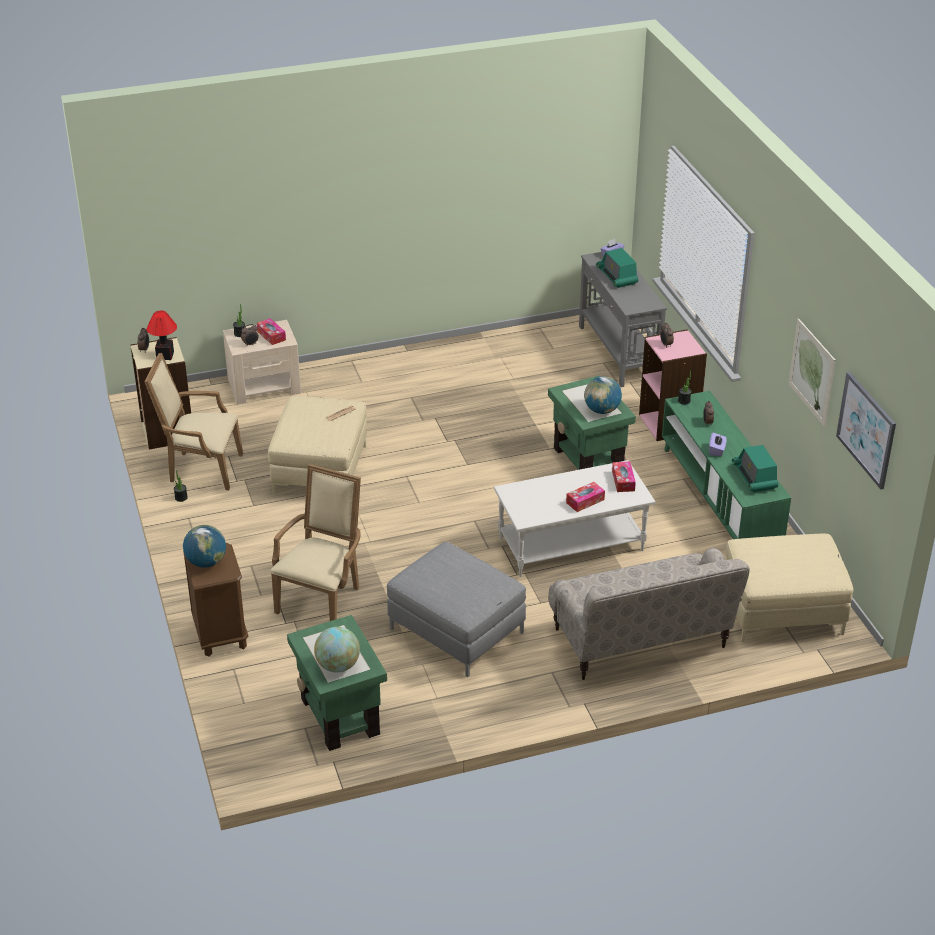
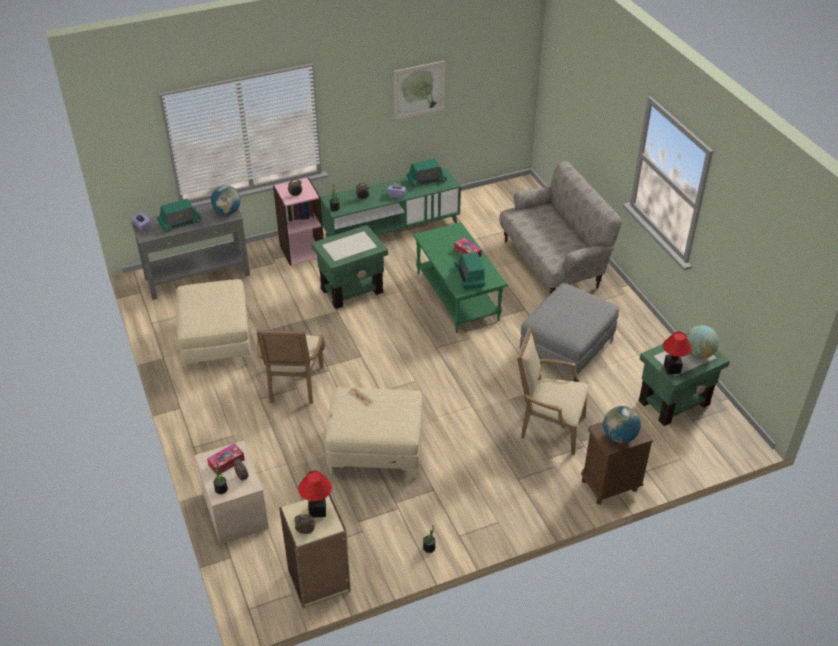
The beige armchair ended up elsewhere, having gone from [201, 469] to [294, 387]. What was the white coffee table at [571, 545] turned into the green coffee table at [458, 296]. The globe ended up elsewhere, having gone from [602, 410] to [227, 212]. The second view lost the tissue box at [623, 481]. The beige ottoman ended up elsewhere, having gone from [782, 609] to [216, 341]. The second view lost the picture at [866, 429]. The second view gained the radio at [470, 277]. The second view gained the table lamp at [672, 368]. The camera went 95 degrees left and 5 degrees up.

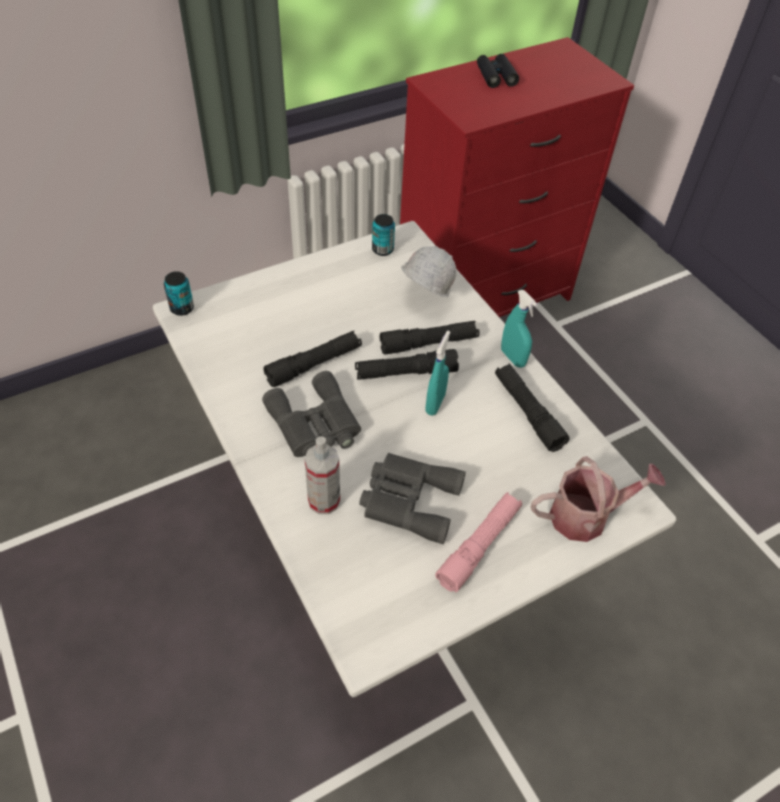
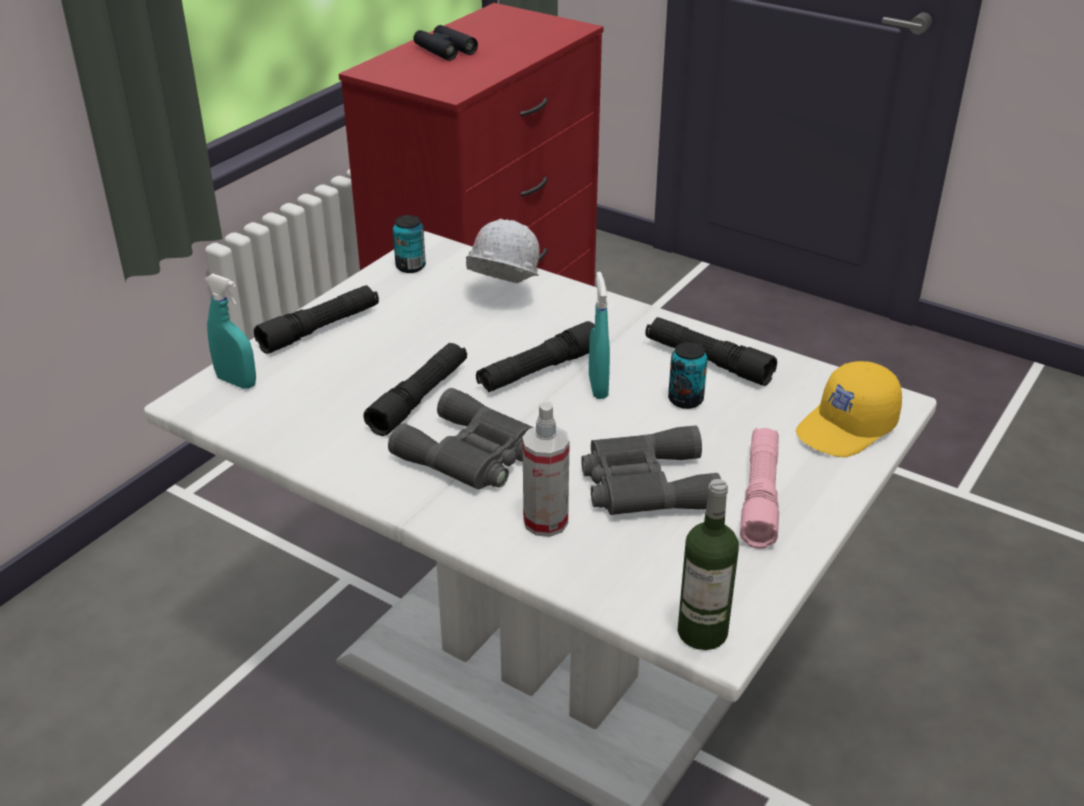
The can ended up elsewhere, having gone from [182, 308] to [685, 400]. The black flashlight ended up elsewhere, having gone from [429, 343] to [320, 329]. The turquoise spray bottle ended up elsewhere, having gone from [513, 358] to [236, 382]. Where the watering can stood at [586, 515], the yellow cap came to stand at [847, 428]. The second view gained the bottle at [702, 632]. The camera went 25 degrees left and 15 degrees down.

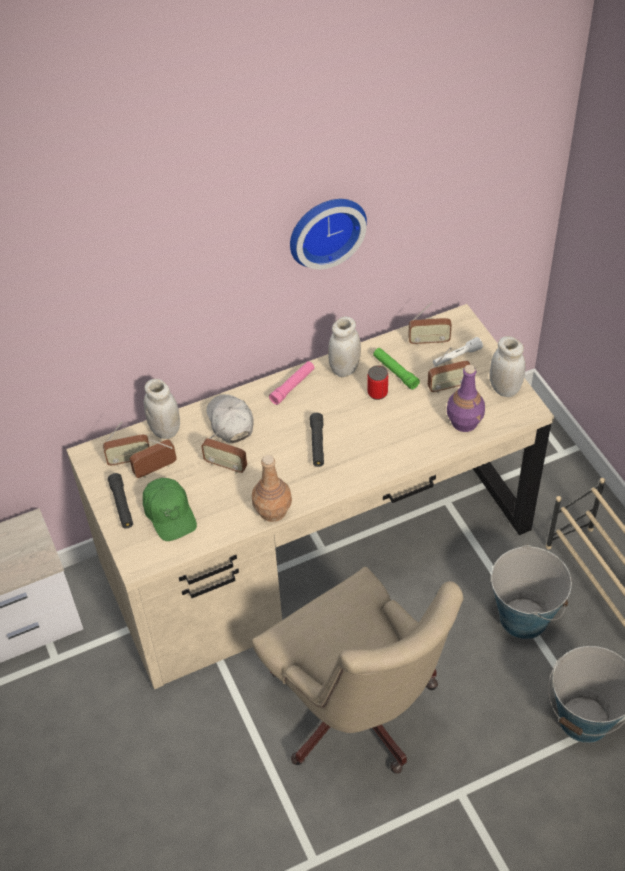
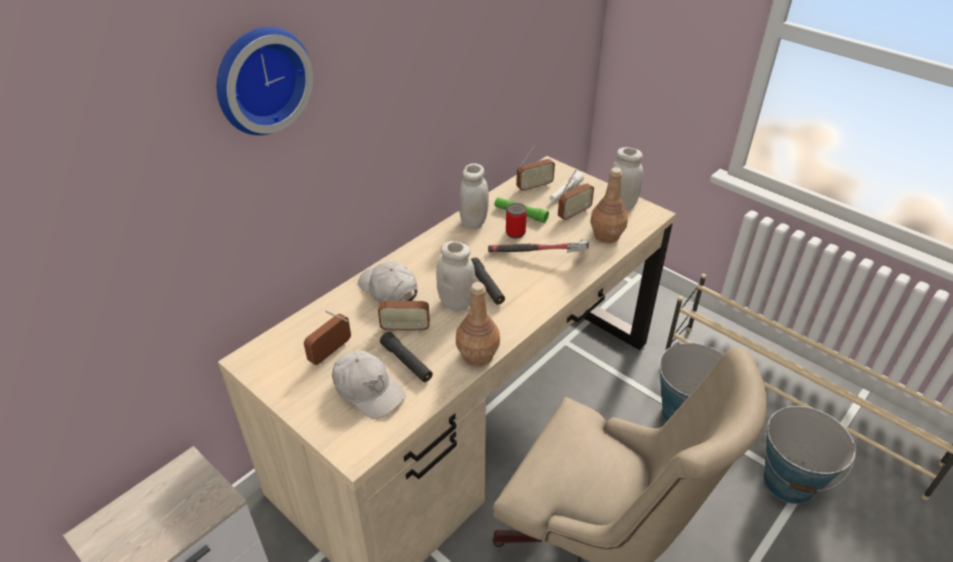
The second view lost the radio at [129, 460]. The black flashlight ended up elsewhere, having gone from [122, 505] to [406, 362]. What was the green cap at [170, 513] turned into the white cap at [368, 390]. The white jar ended up elsewhere, having gone from [165, 430] to [456, 303]. The second view lost the pink flashlight at [292, 386]. The wall clock ended up elsewhere, having gone from [325, 229] to [260, 79]. What was the purple bottle at [464, 421] turned into the brown bottle at [606, 235]. The second view gained the hammer at [541, 257]. The camera went 25 degrees left and 10 degrees down.

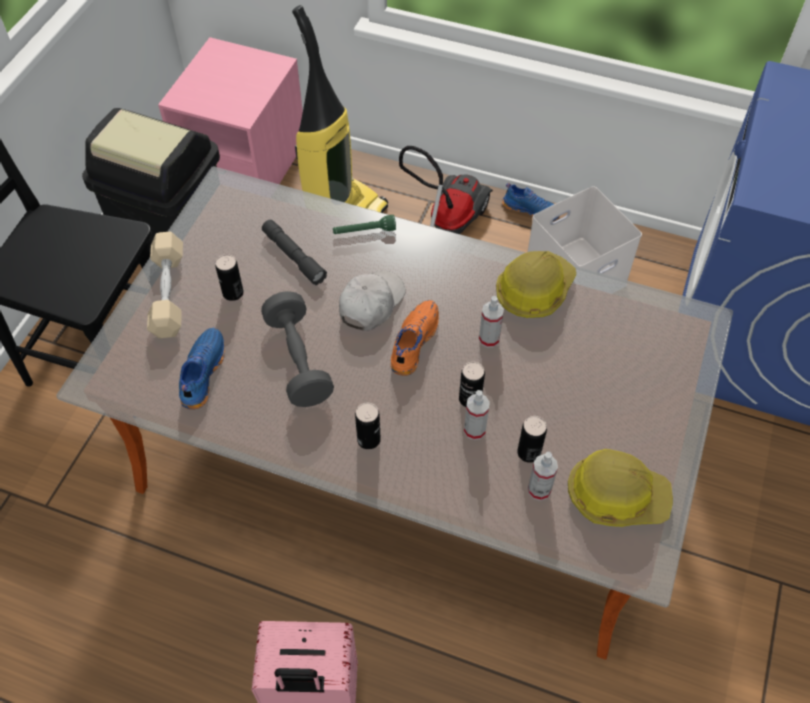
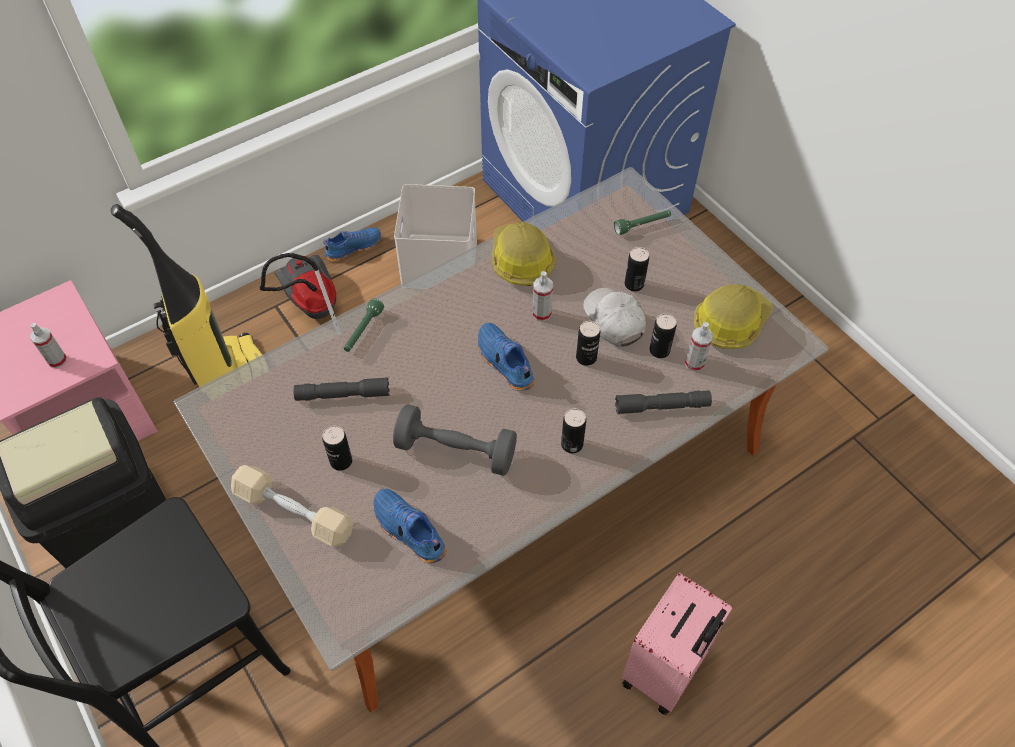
The white cap ended up elsewhere, having gone from [371, 304] to [614, 320]. What was the orange shoe at [412, 342] turned into the blue shoe at [504, 363]. The spray bottle ended up elsewhere, having gone from [474, 430] to [57, 360]. The second view gained the green flashlight at [642, 225]. The second view gained the grey flashlight at [662, 406]. The second view gained the can at [634, 284]. The camera went 55 degrees left and 0 degrees up.

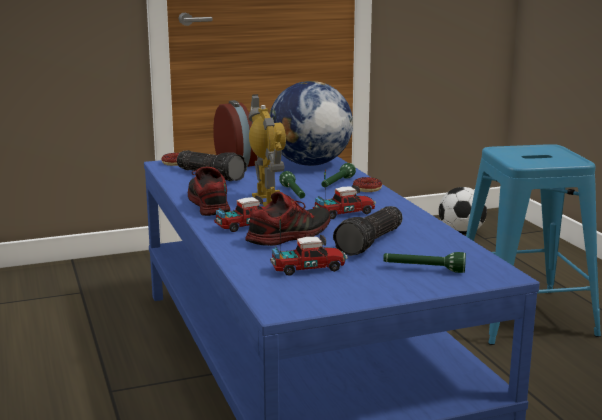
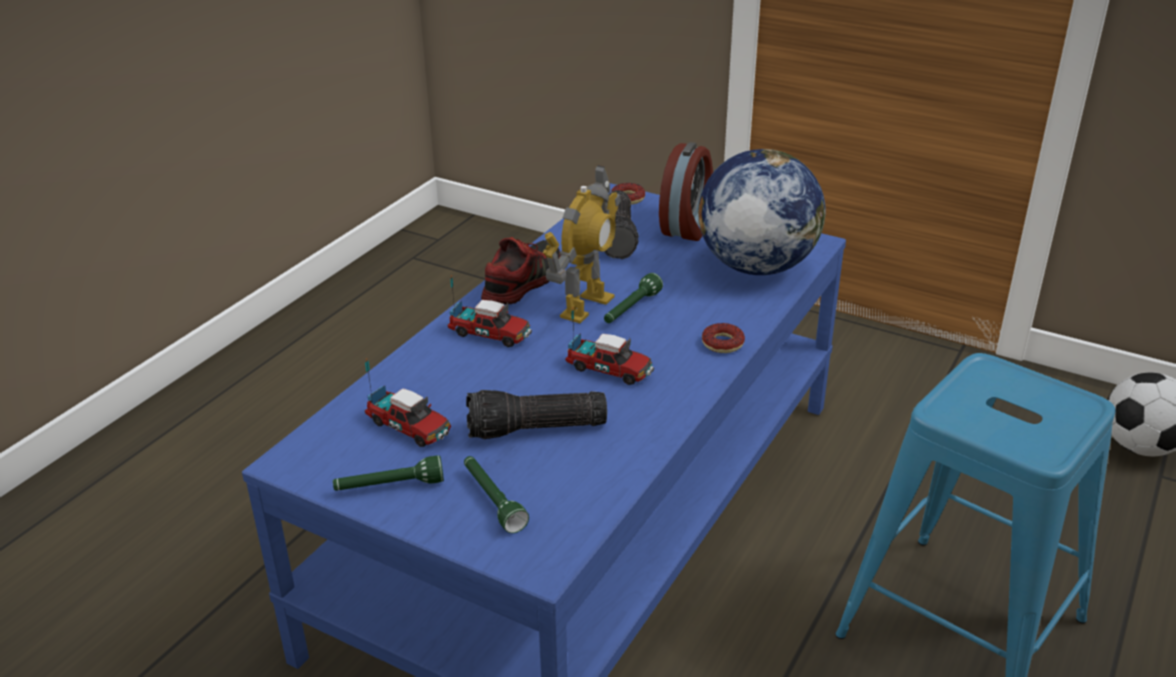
The second view lost the shoe at [289, 236]. The green flashlight ended up elsewhere, having gone from [336, 184] to [389, 487]. The camera went 50 degrees right and 15 degrees up.

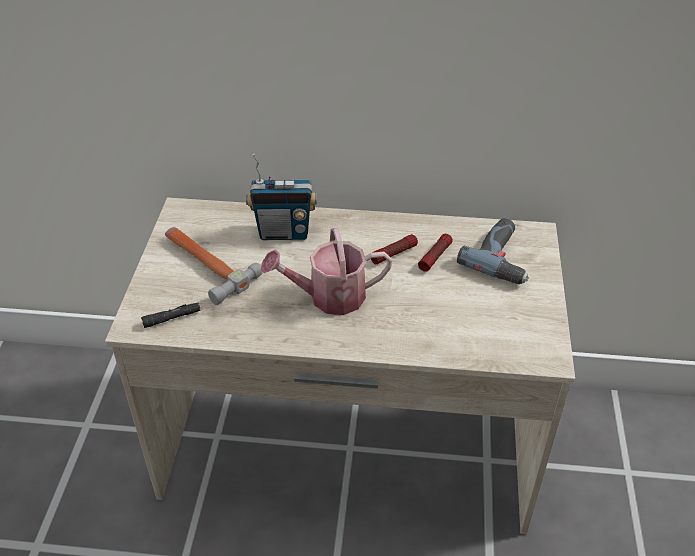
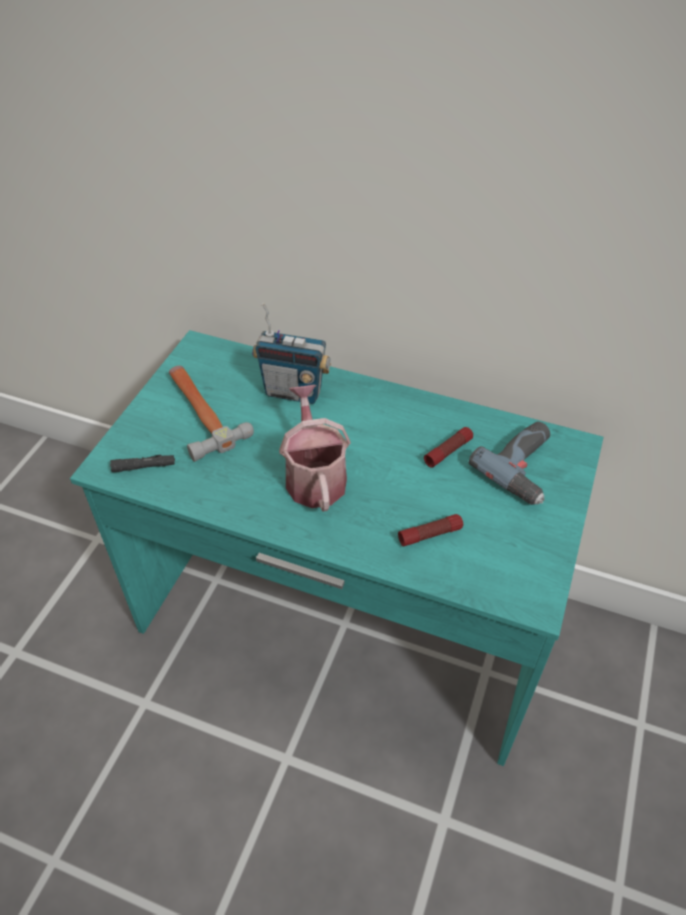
What was the beige desk at [347, 444] turned into the turquoise desk at [343, 619]. The watering can at [329, 297] ended up facing another way, 75 degrees clockwise from before. The flashlight ended up elsewhere, having gone from [394, 254] to [430, 534]. The camera went 15 degrees right and 5 degrees up.

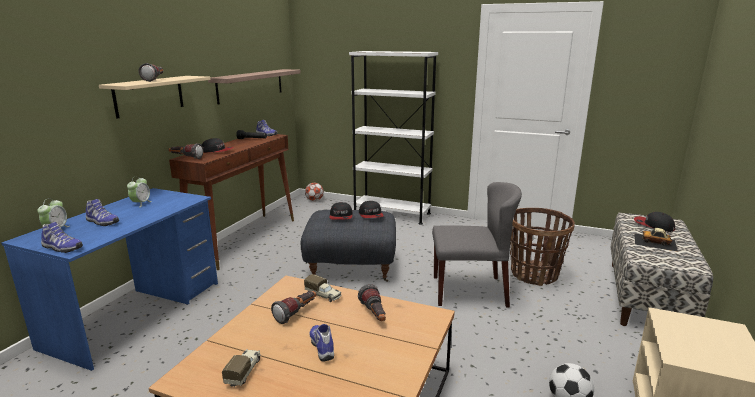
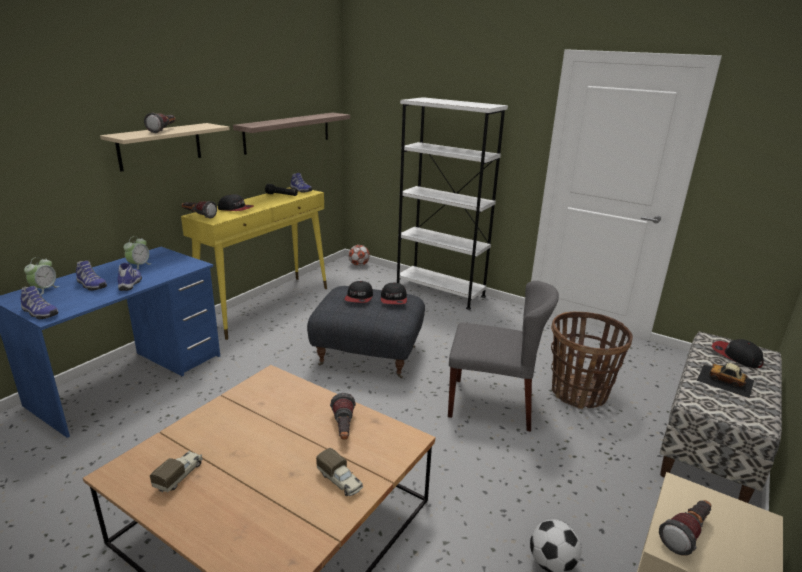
What was the brown console table at [244, 239] turned into the yellow console table at [266, 305]. The flashlight ended up elsewhere, having gone from [297, 313] to [687, 534]. The toy truck ended up elsewhere, having gone from [323, 295] to [340, 481]. The shoe ended up elsewhere, having gone from [323, 347] to [131, 284]. The camera went 10 degrees right and 5 degrees up.

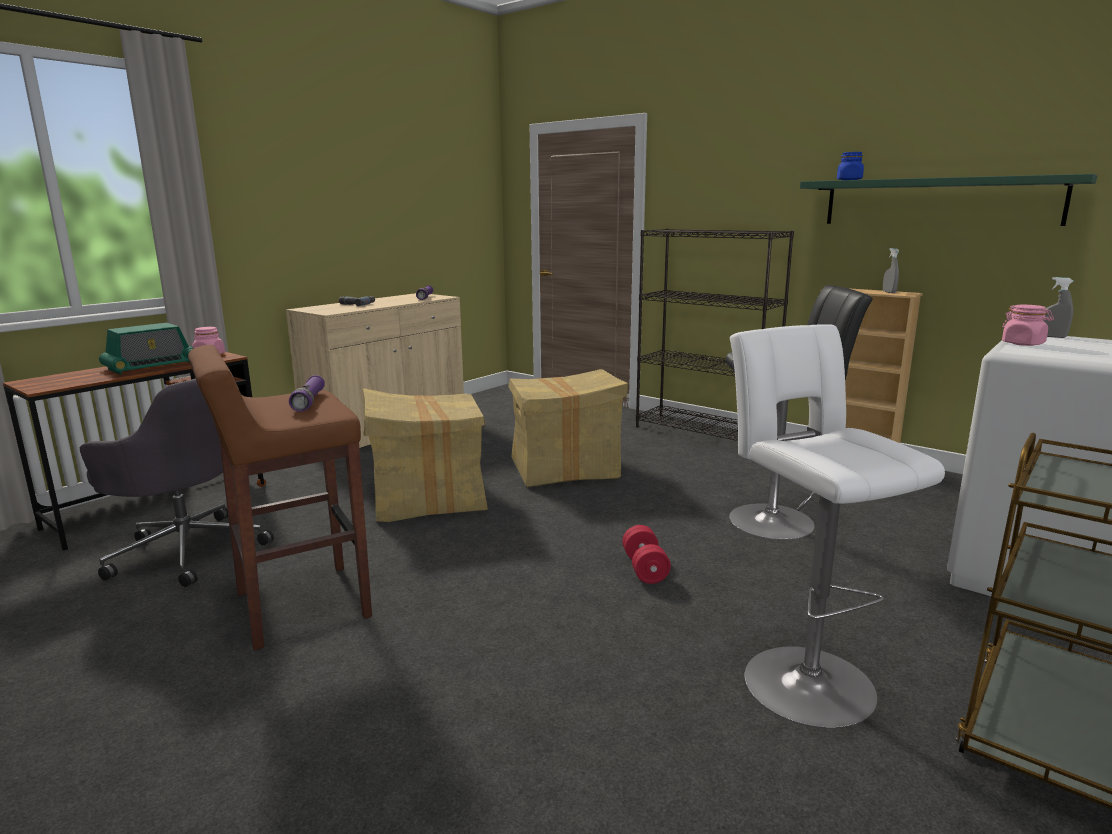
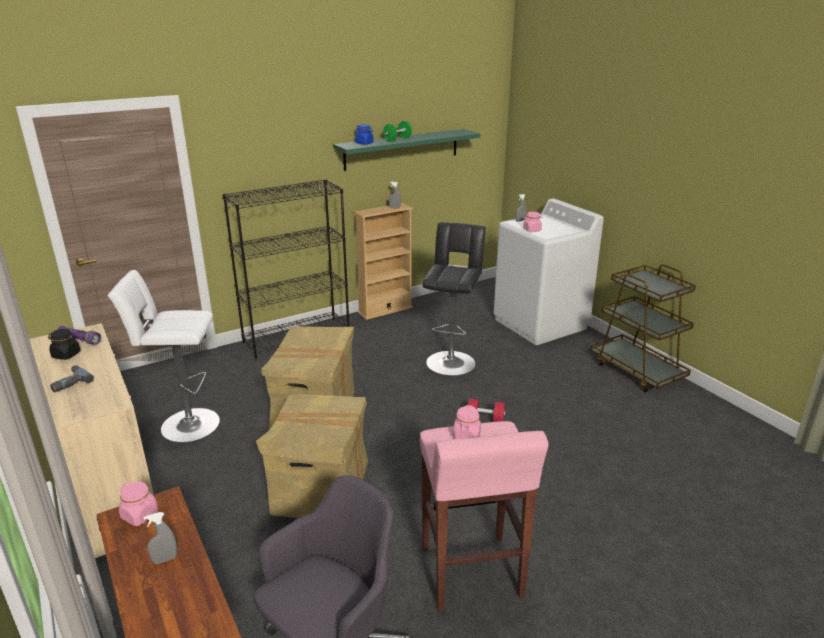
Where the radio stood at [151, 366], the grey spray bottle came to stand at [165, 559]. What was the brown stool at [299, 605] turned into the pink stool at [471, 573]. Where the purple flashlight stood at [309, 402], the pink jar came to stand at [466, 436]. The white stool ended up elsewhere, having gone from [801, 679] to [185, 425]. The second view gained the black jar at [66, 355]. The second view gained the green dumbbell at [397, 140]. The camera went 70 degrees left and 10 degrees up.

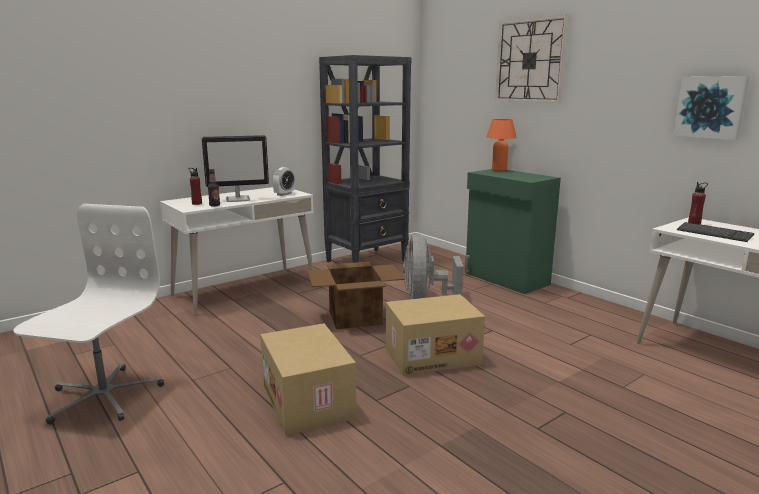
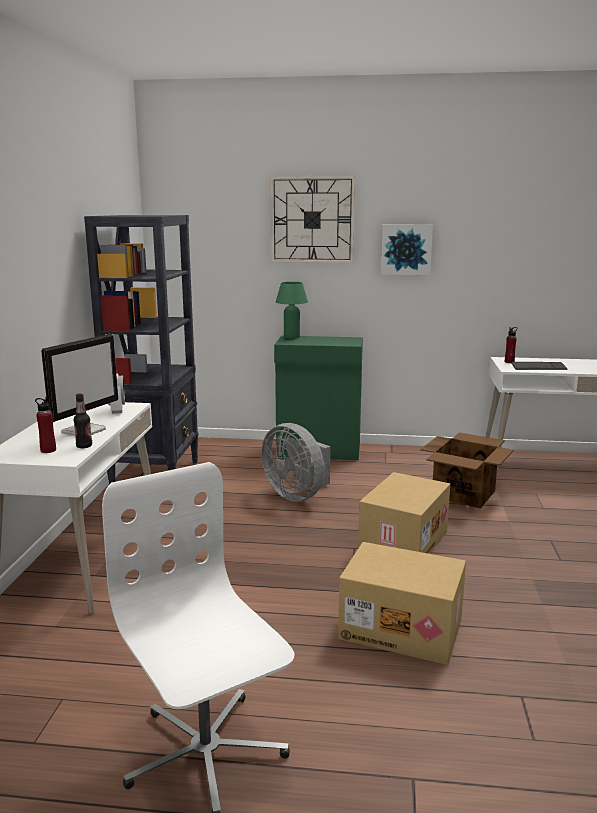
The cardboard box ended up elsewhere, having gone from [356, 317] to [464, 494]. What was the orange table lamp at [499, 170] turned into the green table lamp at [291, 337]. The picture ended up elsewhere, having gone from [711, 107] to [406, 249]. The camera went 45 degrees left and 0 degrees up.

